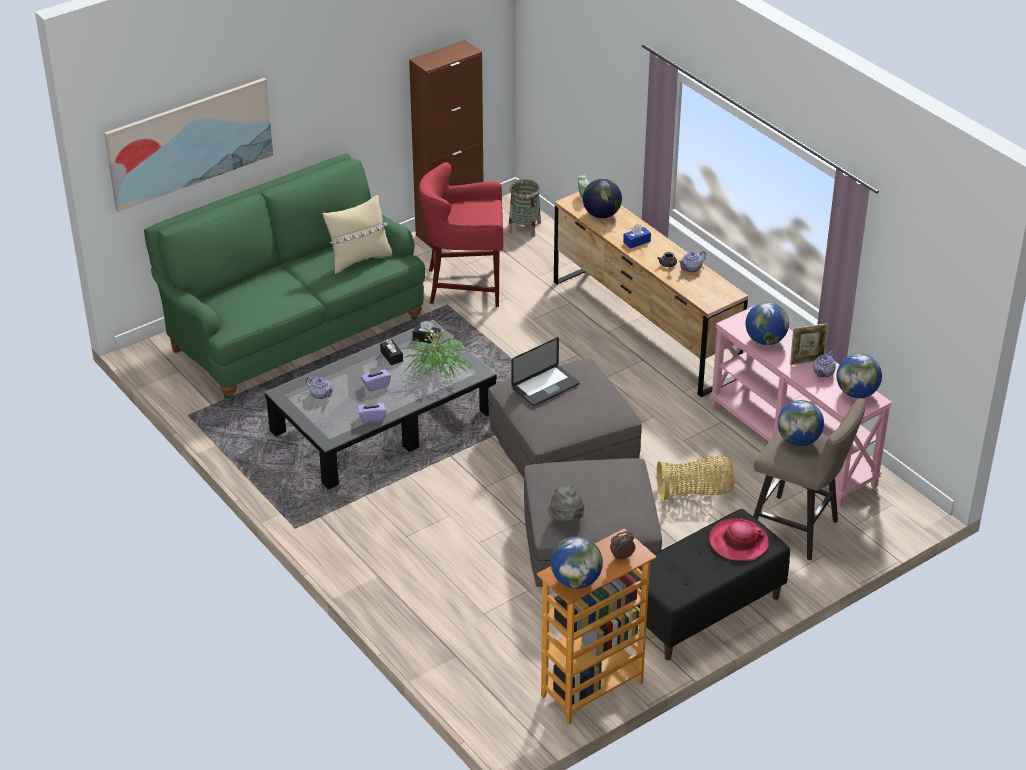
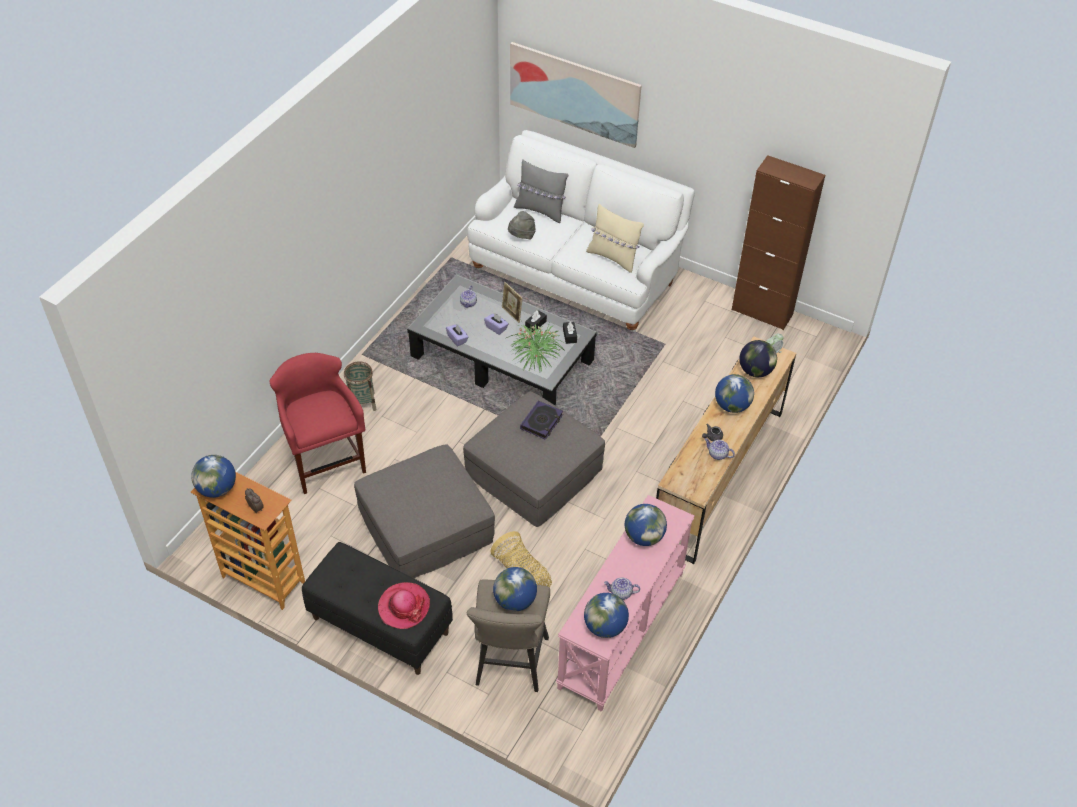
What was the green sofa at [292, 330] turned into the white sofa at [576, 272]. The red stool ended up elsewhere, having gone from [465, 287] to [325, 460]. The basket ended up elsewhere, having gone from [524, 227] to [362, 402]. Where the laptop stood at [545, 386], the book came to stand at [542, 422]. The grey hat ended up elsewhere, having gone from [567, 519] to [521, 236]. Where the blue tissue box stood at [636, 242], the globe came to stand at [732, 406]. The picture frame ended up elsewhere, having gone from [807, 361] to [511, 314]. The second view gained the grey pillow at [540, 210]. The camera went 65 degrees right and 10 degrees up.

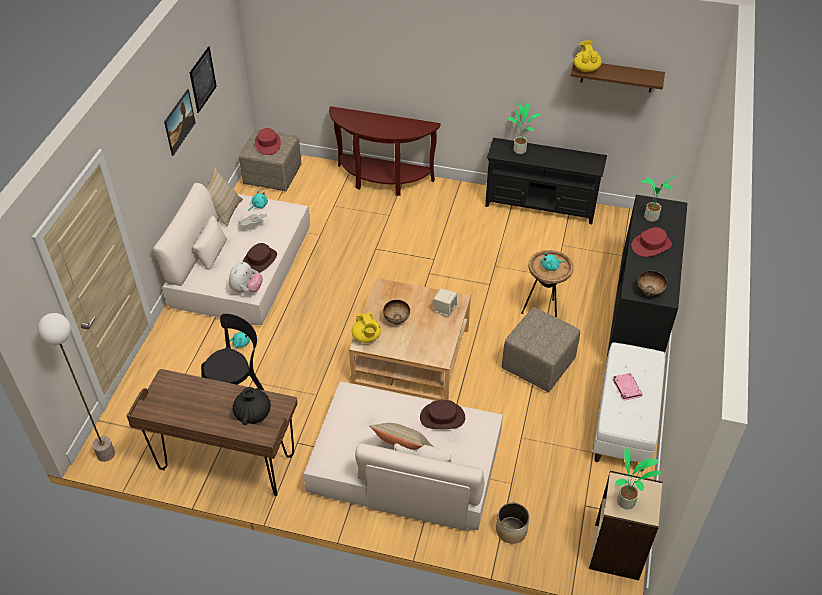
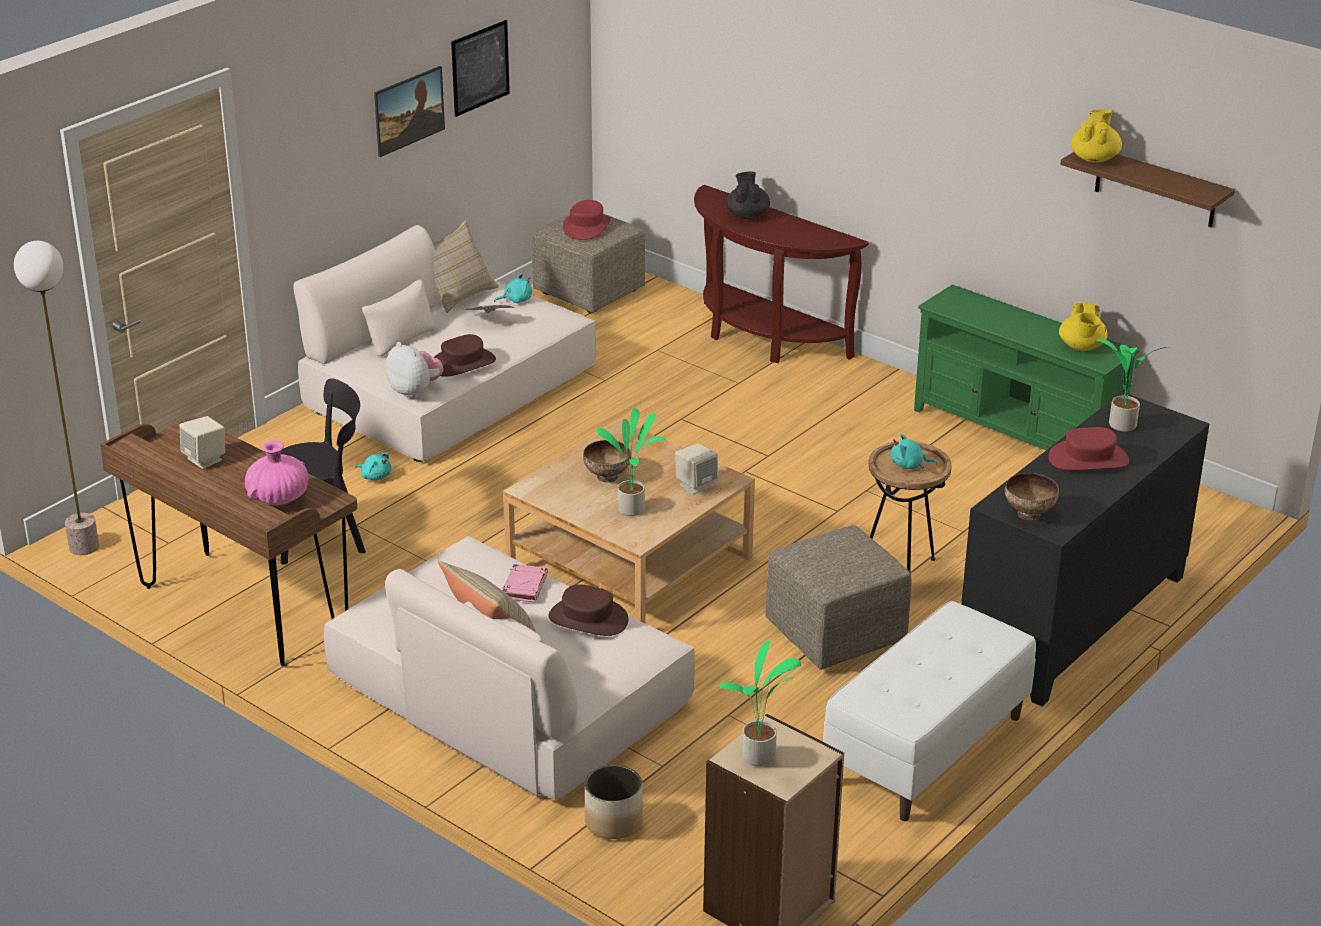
The plush toy at [246, 289] ended up facing another way, 90 degrees counterclockwise from before. What was the black vase at [253, 414] turned into the pink vase at [279, 499]. The yellow teapot ended up elsewhere, having gone from [366, 337] to [1081, 347]. What was the black tv stand at [540, 205] turned into the green tv stand at [1016, 433]. The potted plant ended up elsewhere, having gone from [520, 150] to [633, 509]. The pink book ended up elsewhere, having gone from [626, 387] to [524, 586]. The second view gained the beige speaker at [205, 459]. The second view gained the black teapot at [747, 215]. The camera went 25 degrees right and 15 degrees down.

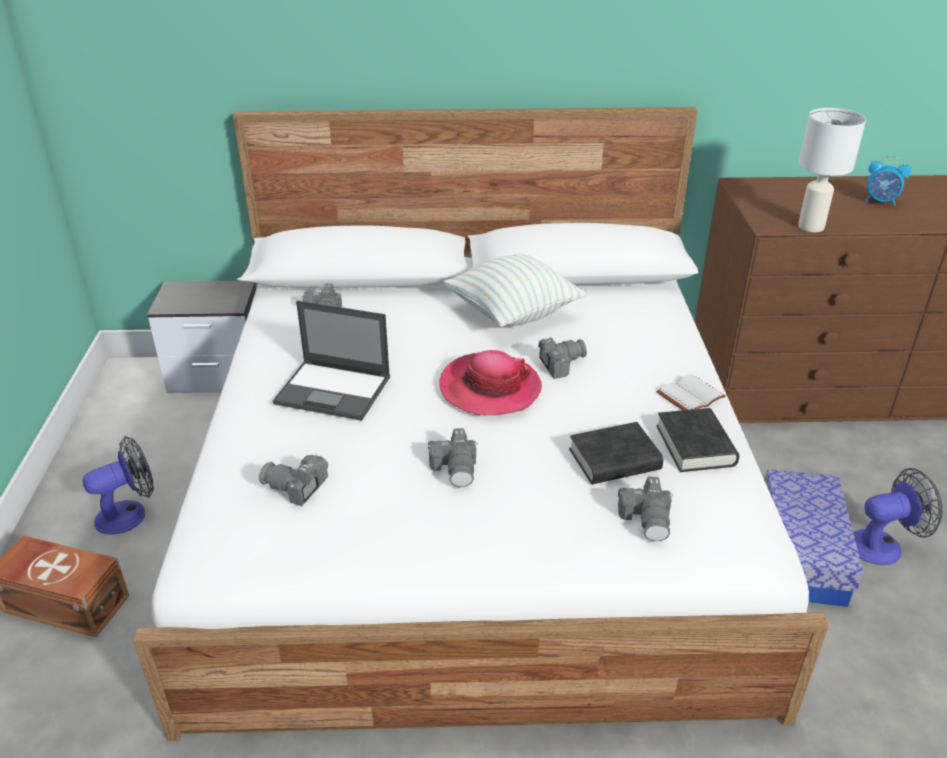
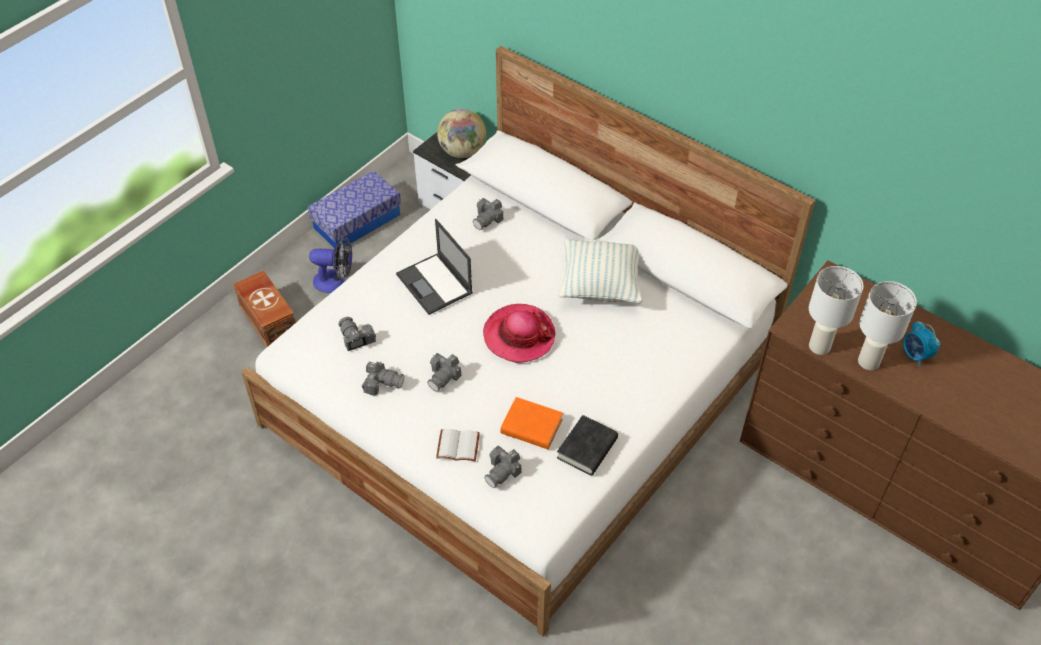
The photo camera ended up elsewhere, having gone from [559, 363] to [382, 383]. What was the black book at [614, 460] turned into the orange book at [531, 427]. The white book ended up elsewhere, having gone from [690, 394] to [459, 445]. The storage box ended up elsewhere, having gone from [801, 554] to [357, 221]. The second view lost the fan at [883, 545]. The second view gained the globe at [462, 152]. The second view gained the white table lamp at [869, 361]. The camera went 40 degrees right and 15 degrees up.

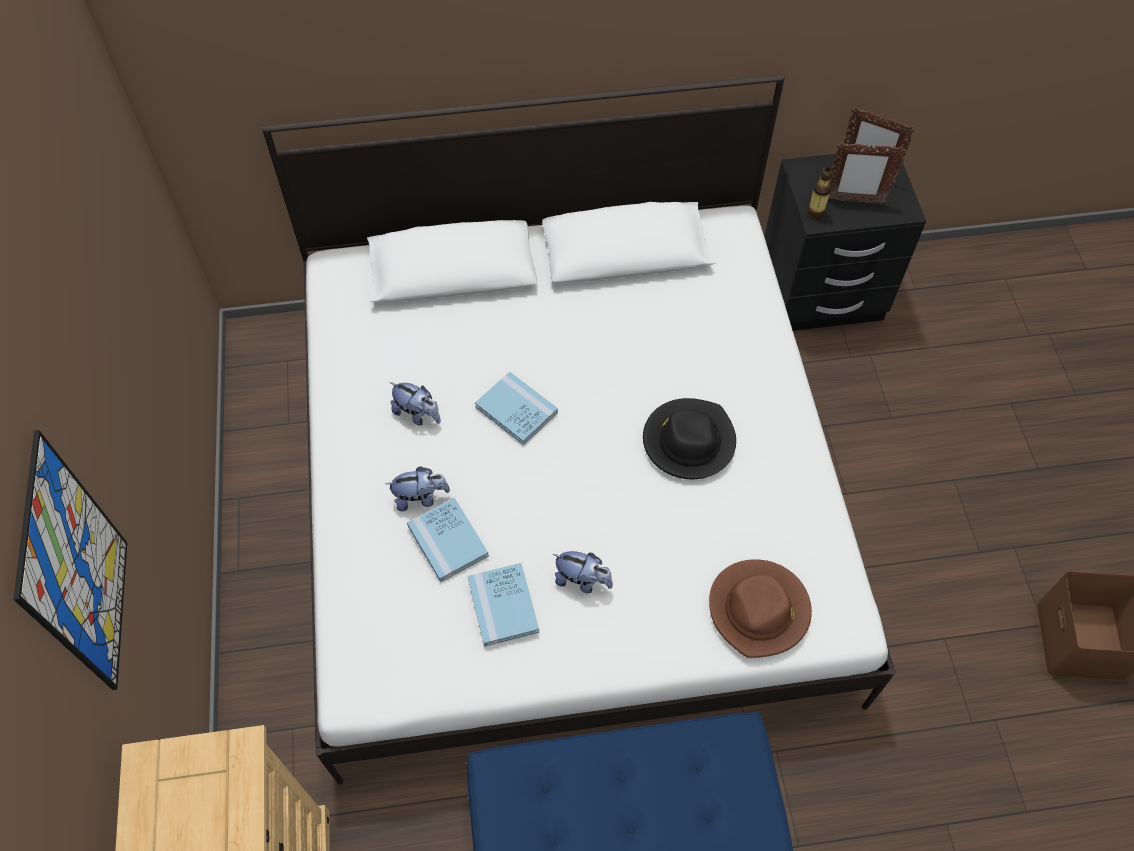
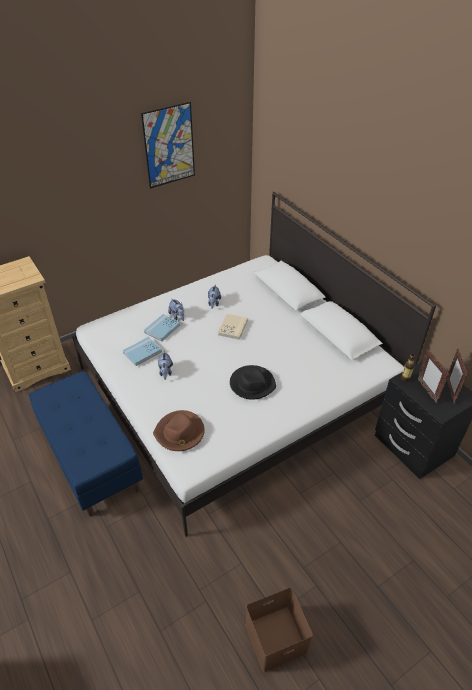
The picture ended up elsewhere, having gone from [75, 567] to [169, 146]. What was the blue book at [516, 410] turned into the beige book at [233, 327]. The camera went 65 degrees right and 15 degrees down.

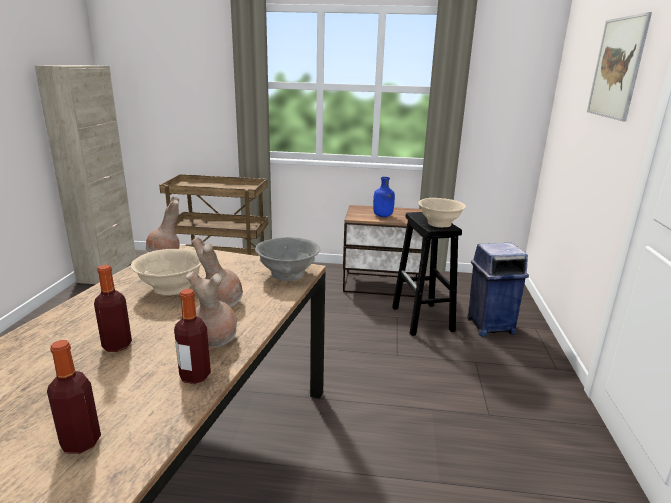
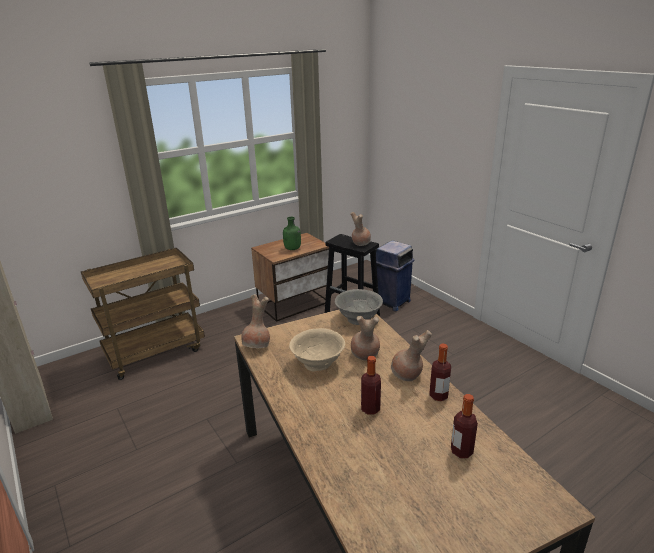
What was the blue bottle at [383, 216] turned into the green bottle at [292, 249]. Where the beige bowl stood at [439, 224], the brown vase came to stand at [360, 243]. The second view lost the picture at [616, 68]. The camera went 40 degrees left and 5 degrees up.

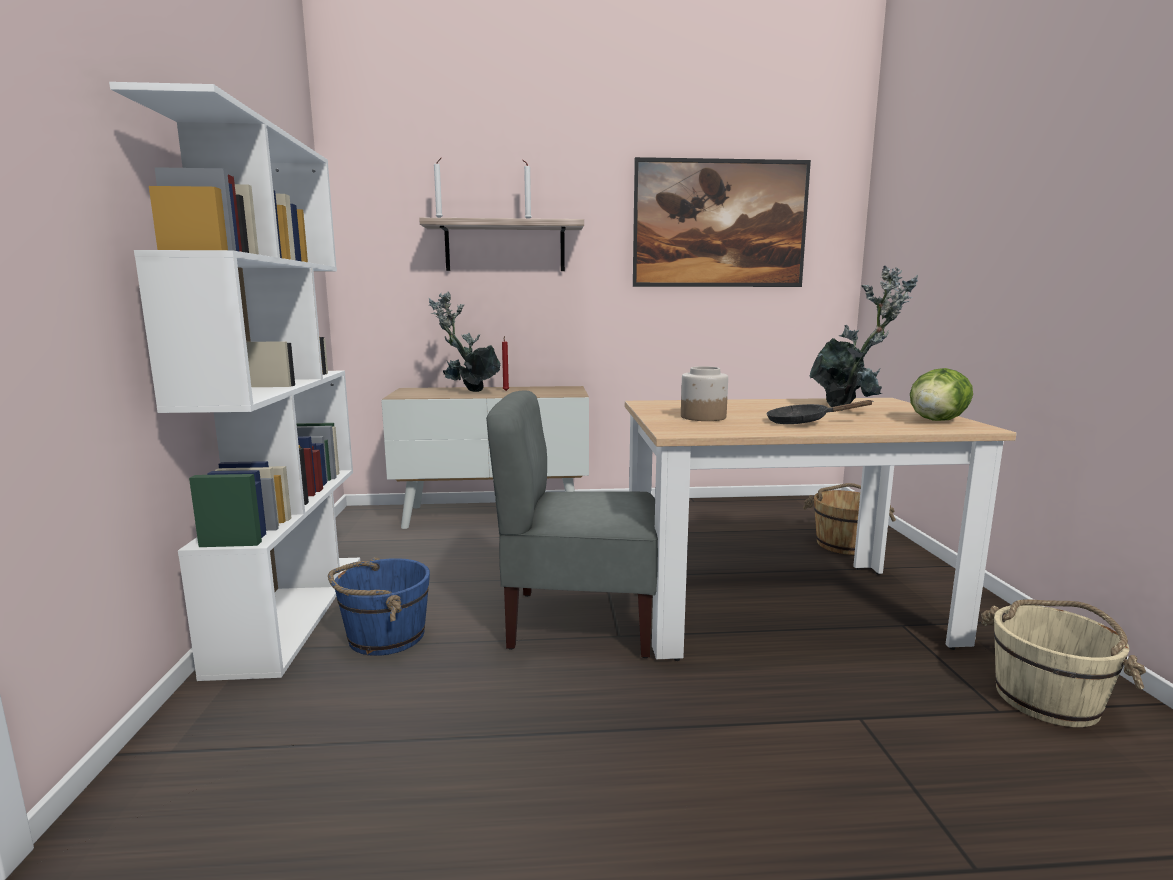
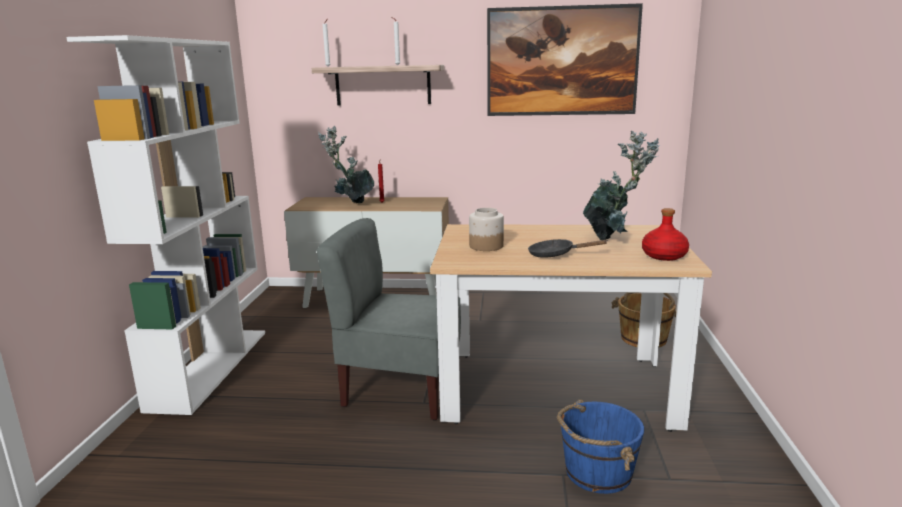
The blue bucket ended up elsewhere, having gone from [385, 636] to [596, 472]. Where the lettuce stood at [936, 421], the red bottle came to stand at [664, 256]. The second view lost the beige bucket at [1047, 699]. The camera went 10 degrees right and 5 degrees up.

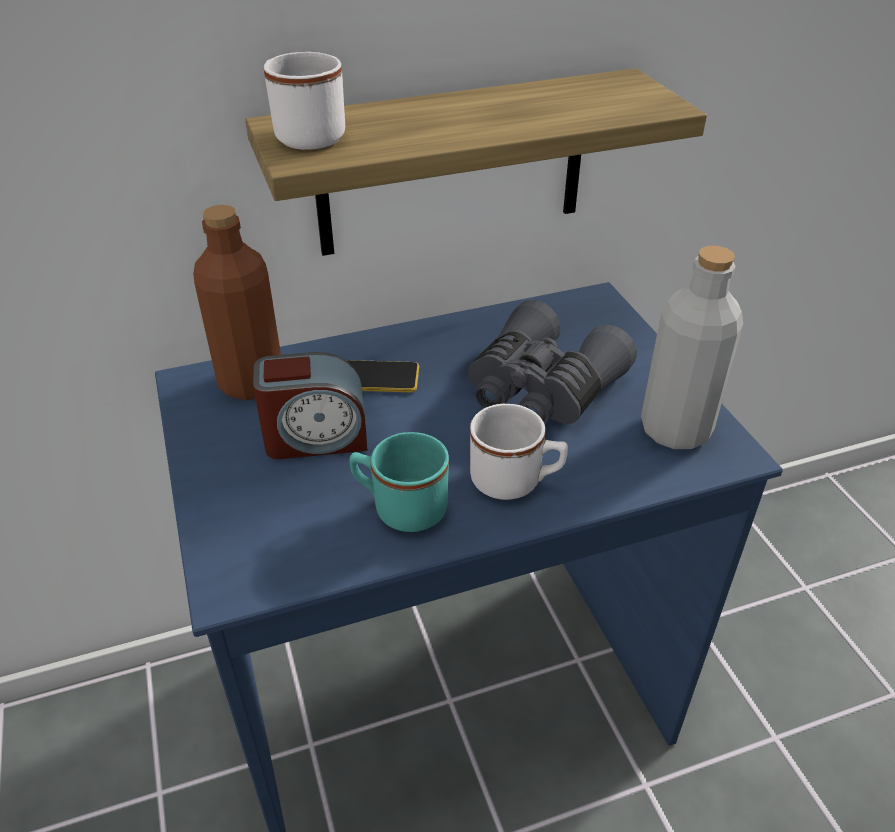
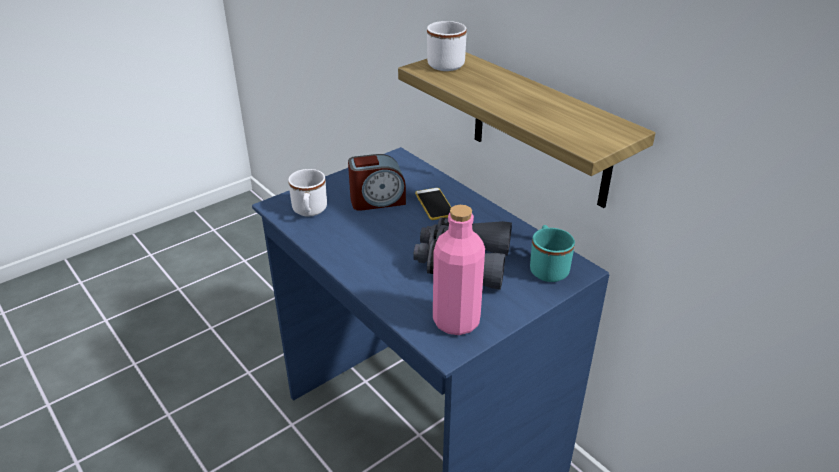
The second view lost the brown bottle at [251, 382]. The alarm clock at [316, 438] ended up facing another way, 75 degrees counterclockwise from before. The turquoise mug ended up elsewhere, having gone from [400, 507] to [547, 267]. The white mug ended up elsewhere, having gone from [515, 481] to [309, 211]. What was the grey bottle at [675, 429] turned into the pink bottle at [456, 321]. The camera went 70 degrees right and 5 degrees down.

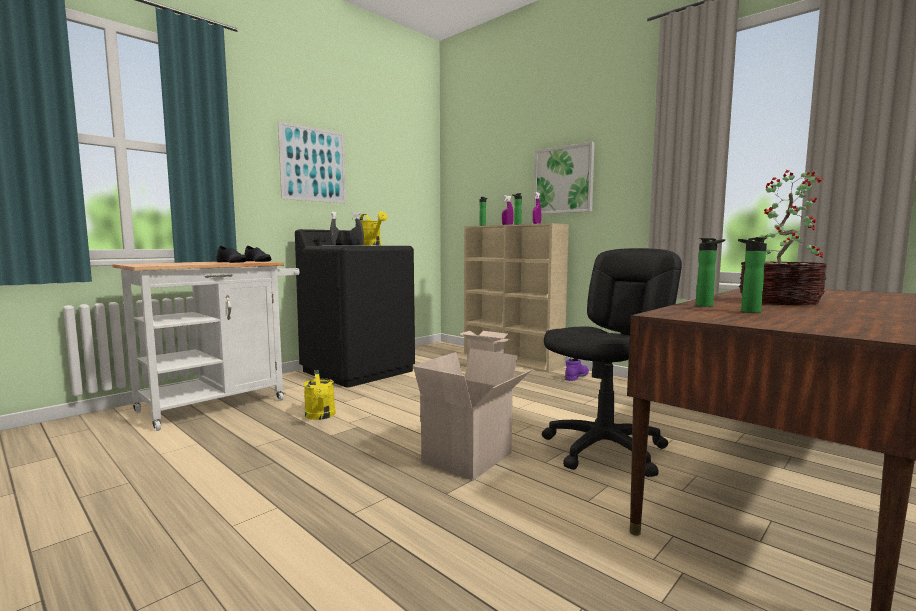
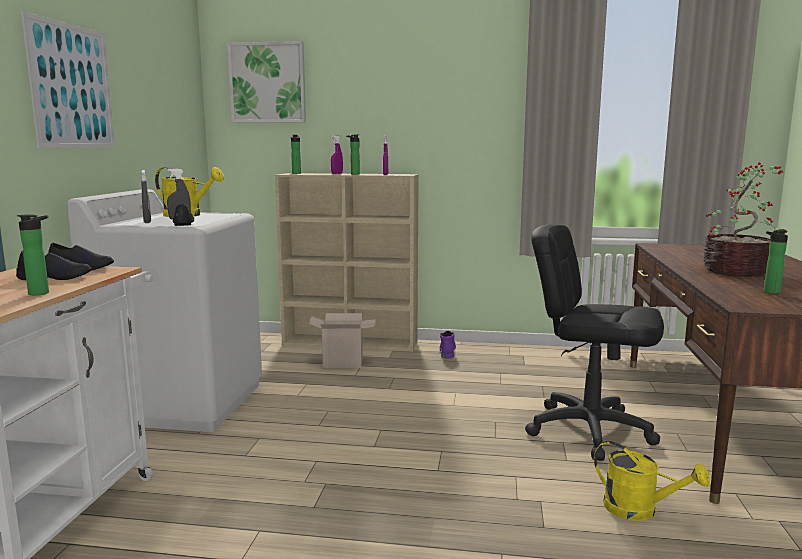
What was the black washing machine at [358, 371] turned into the white washing machine at [183, 402]. The yellow watering can ended up elsewhere, having gone from [321, 416] to [639, 510]. The second view lost the cardboard box at [469, 459]. The picture ended up elsewhere, having gone from [563, 180] to [267, 83]. The black office chair at [605, 450] ended up facing another way, 75 degrees counterclockwise from before. The bottle ended up elsewhere, having gone from [707, 305] to [42, 293]. The camera went 35 degrees left and 5 degrees up.

